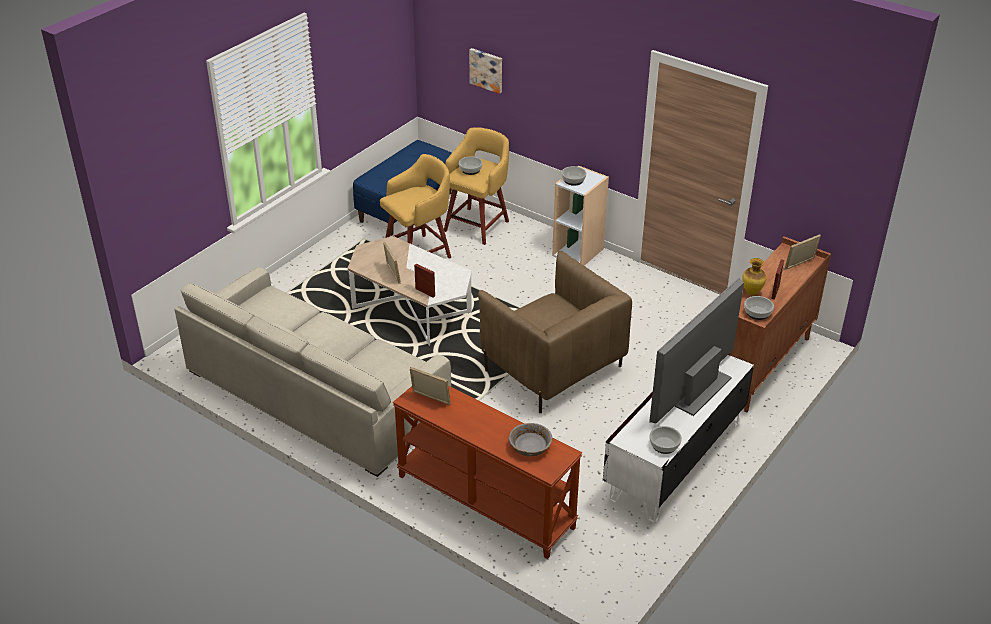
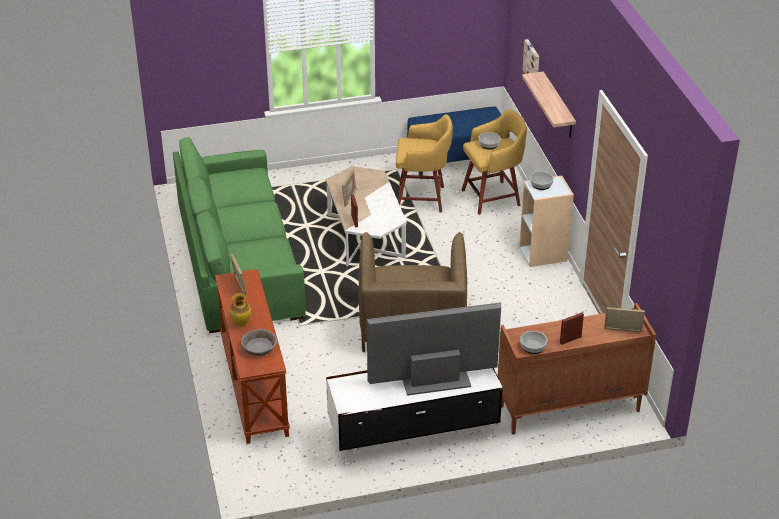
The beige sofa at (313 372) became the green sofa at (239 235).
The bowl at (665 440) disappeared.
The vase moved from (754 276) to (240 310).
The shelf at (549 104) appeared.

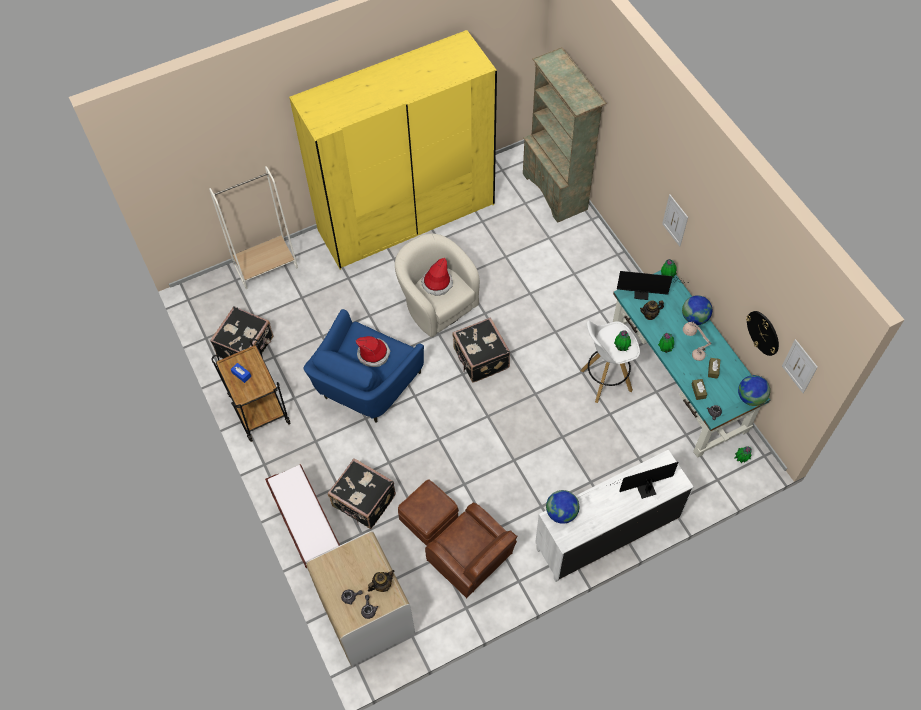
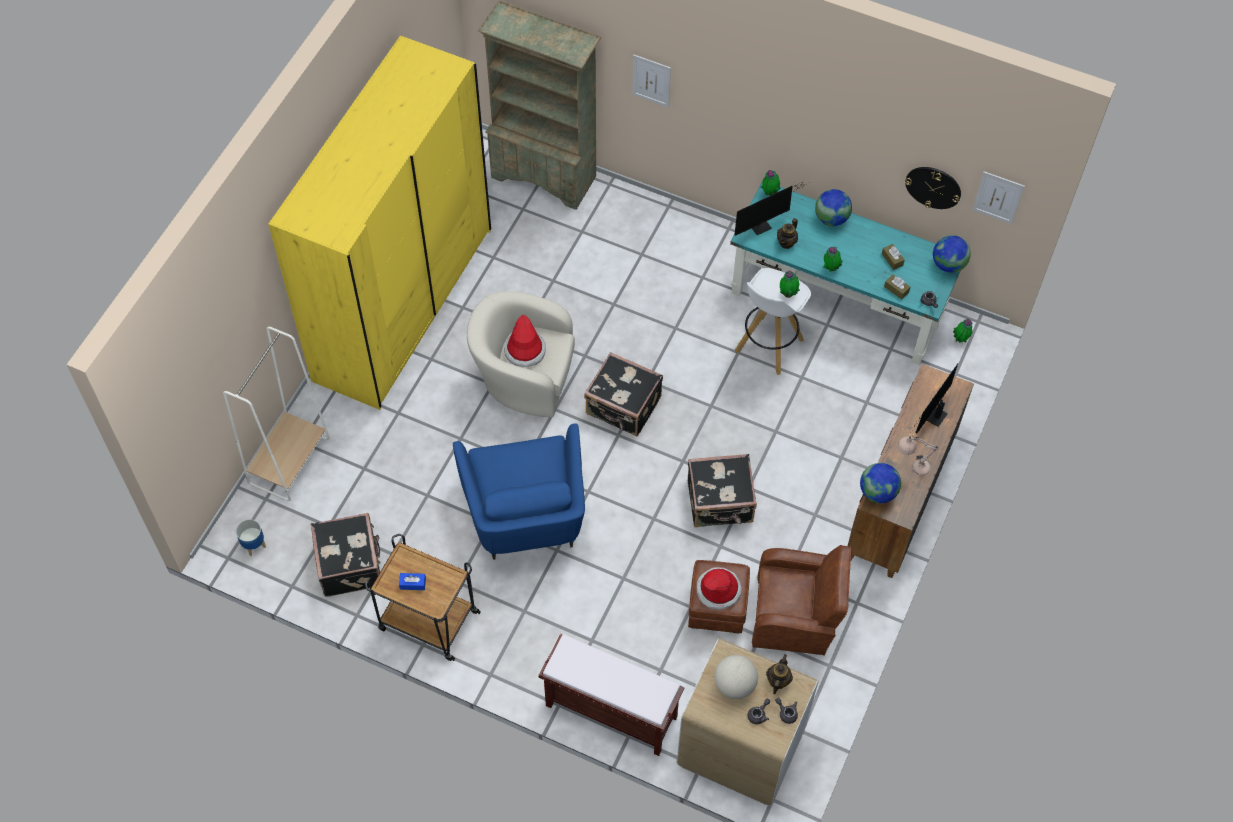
The black suitcase moved from (362 493) to (722 490).
The hat moved from (373 351) to (719 588).
The white dresser at (614 516) became the brown dresser at (911 471).
The picture moved from (675 220) to (651 81).
The beige table lamp moved from (697 341) to (918 455).
The planter at (251 537) appeared.
The globe at (736 677) appeared.

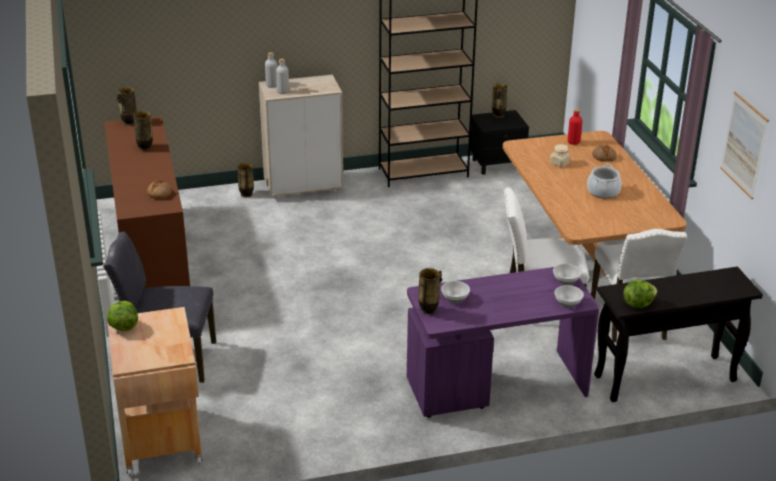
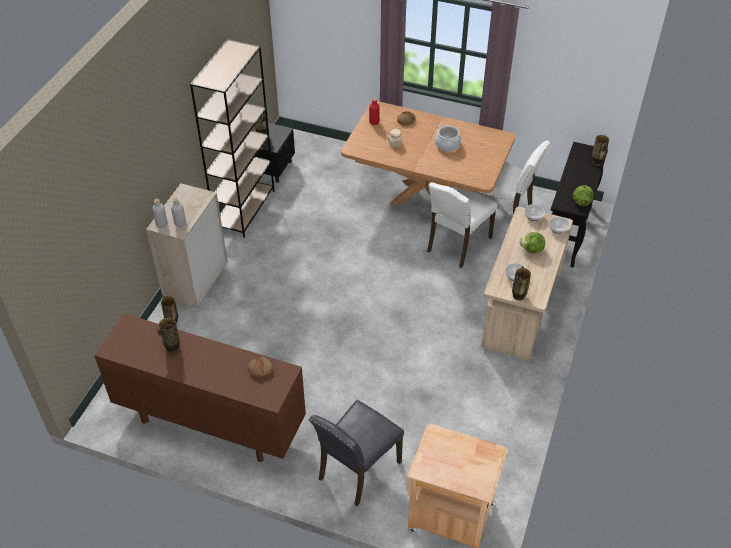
The lettuce moved from (122 316) to (532 243).
The vase moved from (127 106) to (600 150).
The purple desk at (503 342) became the beige desk at (527 283).
The picture at (744 145) disappeared.

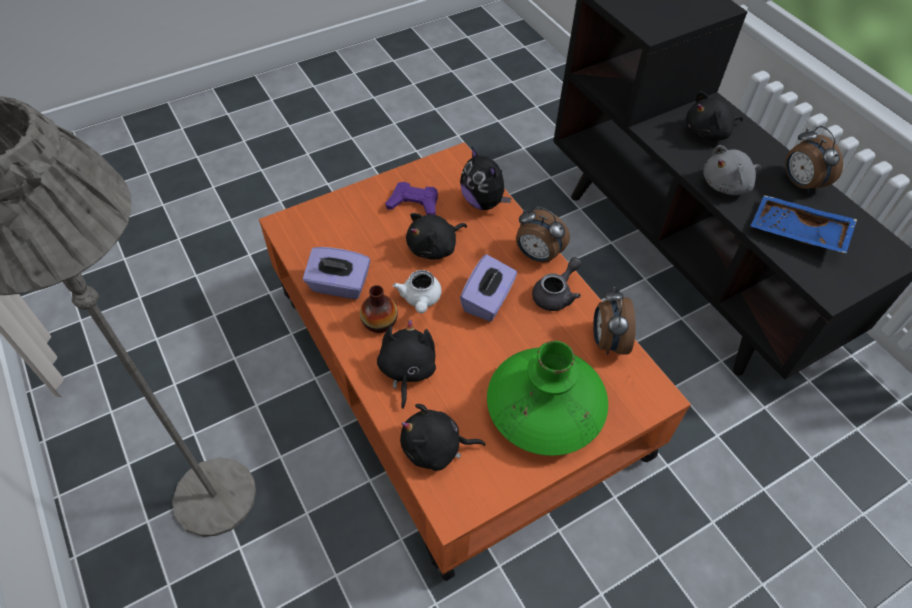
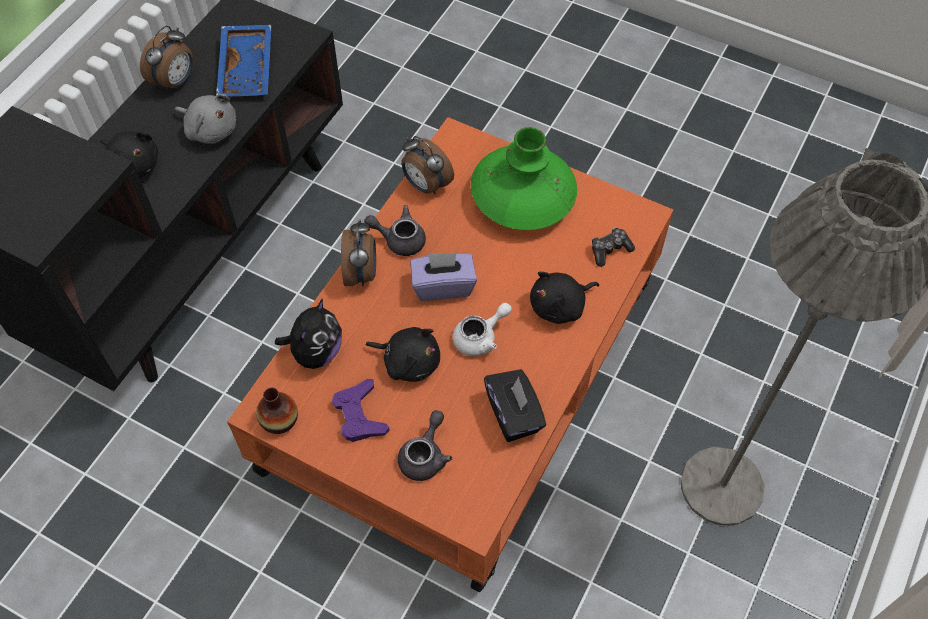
The purple tissue box at (336 273) became the black tissue box at (515 405).
The vase moved from (379 309) to (277 411).
The black plush toy at (443 437) was replaced by the game controller at (613 247).
The alarm clock at (614 321) turned 75 degrees clockwise.
The grey teapot at (425 445) appeared.

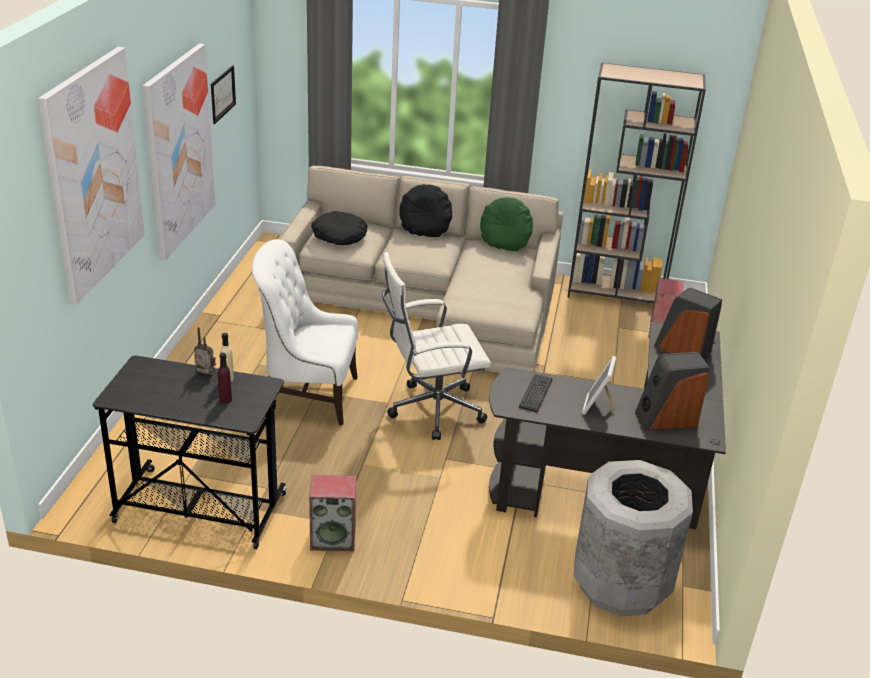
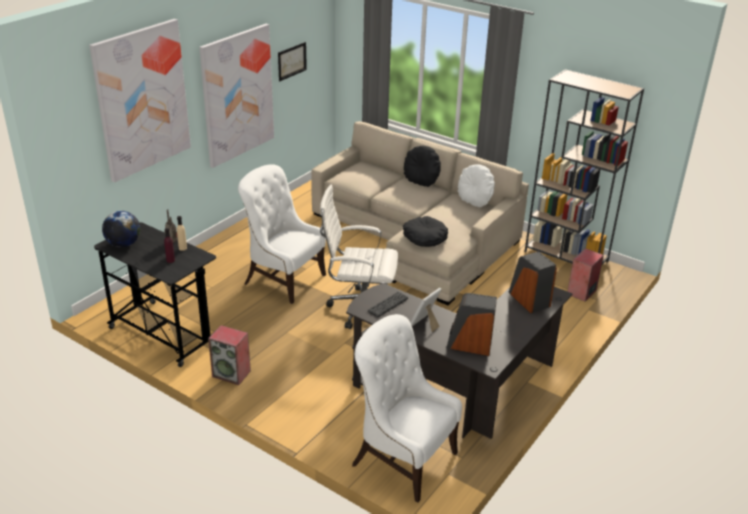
The black pillow moved from (339 228) to (425 231).
The green pillow at (506 224) became the white pillow at (476 185).
The grey trash can at (633 538) was replaced by the white chair at (407 408).
The globe at (121 229) appeared.

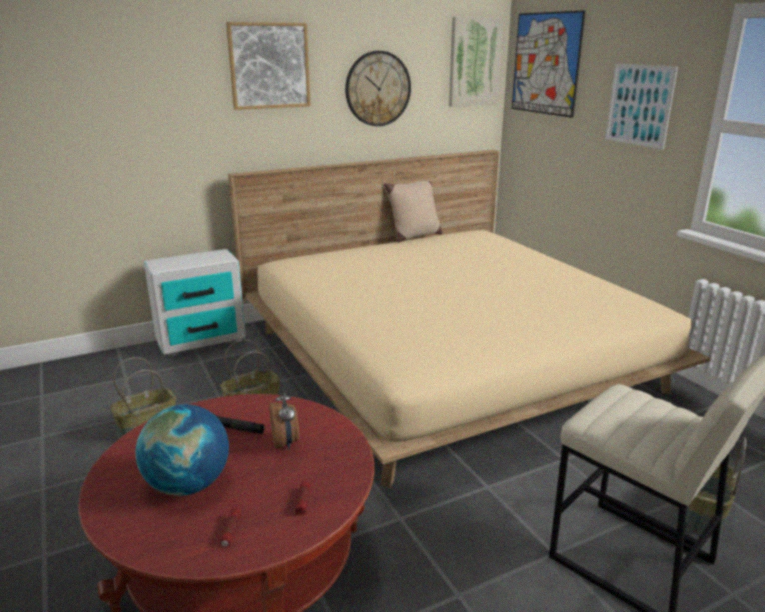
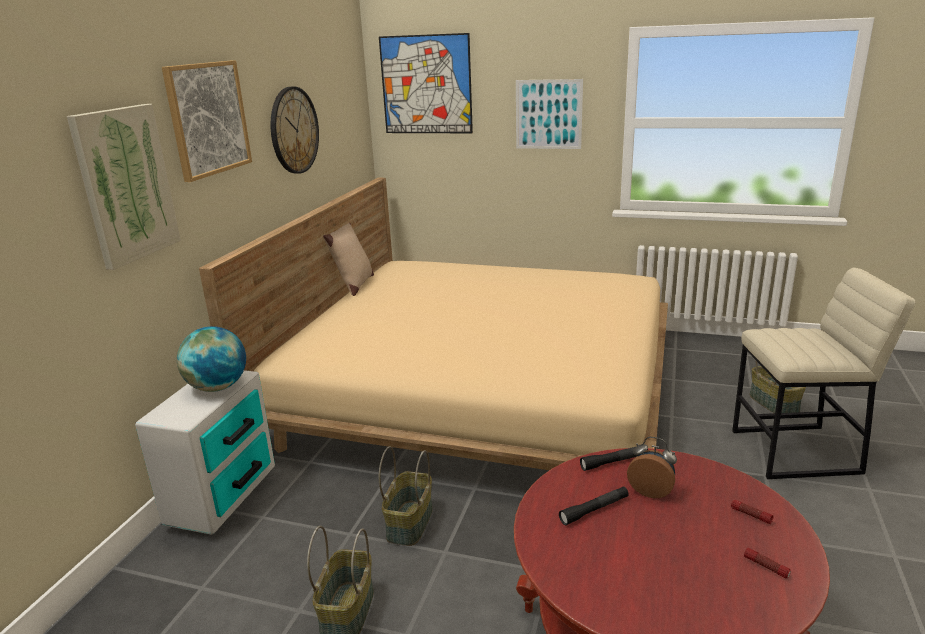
The globe moved from (182 450) to (211 359).
The picture moved from (476 62) to (124 187).
The black flashlight at (614 459) appeared.

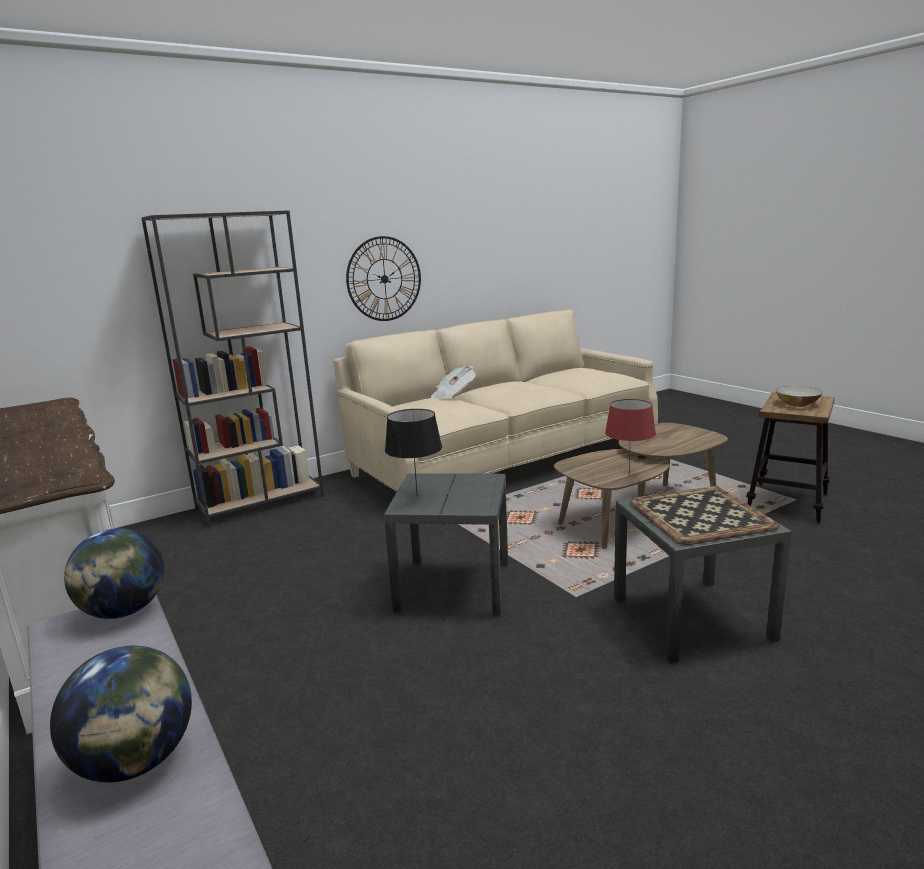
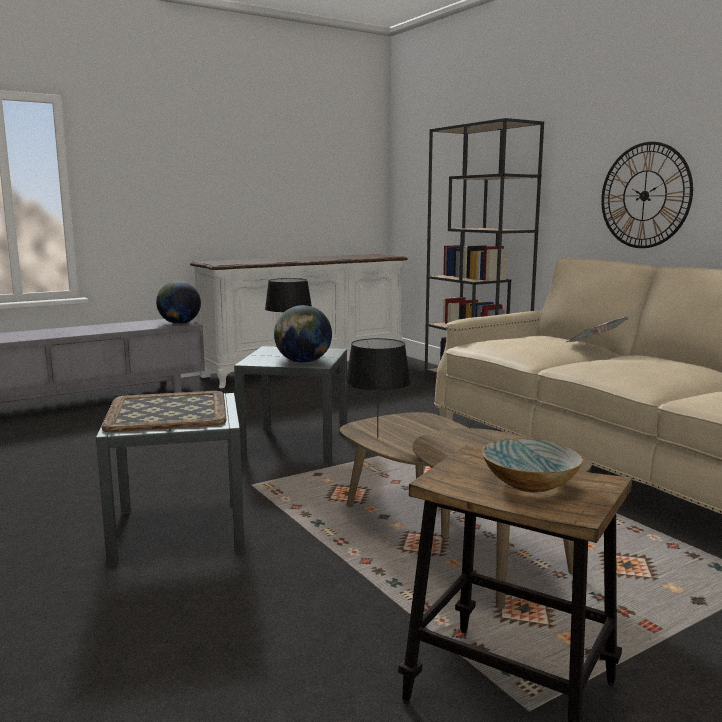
The globe moved from (121 714) to (303 334).
The red table lamp at (630 436) became the black table lamp at (378 388).

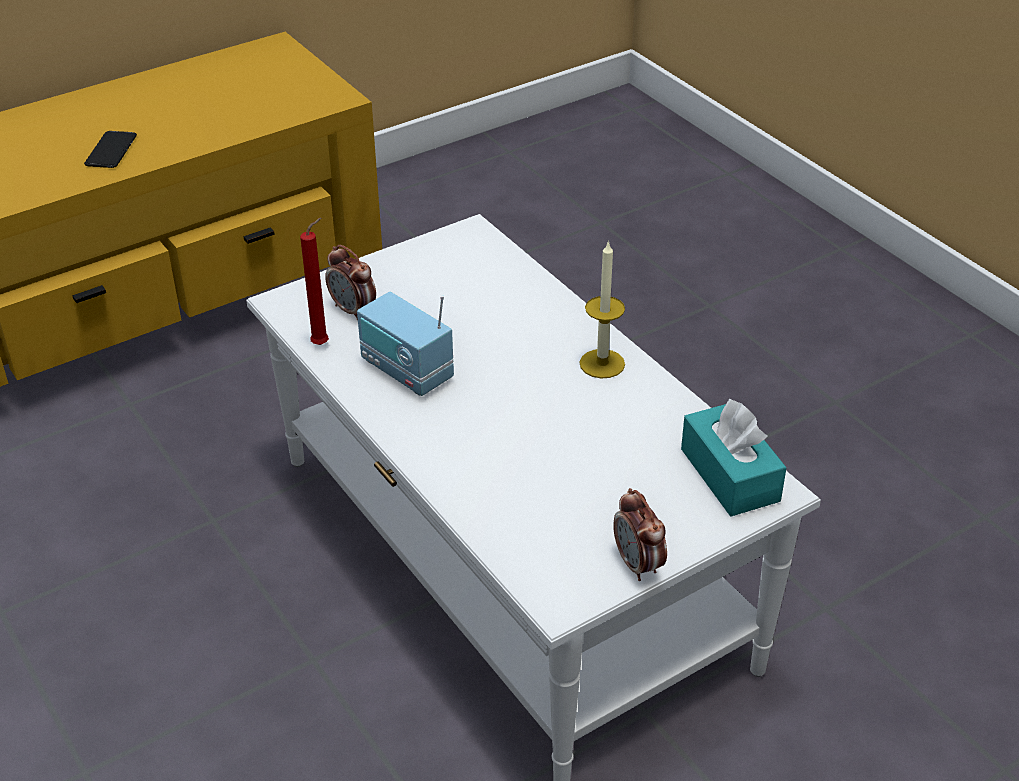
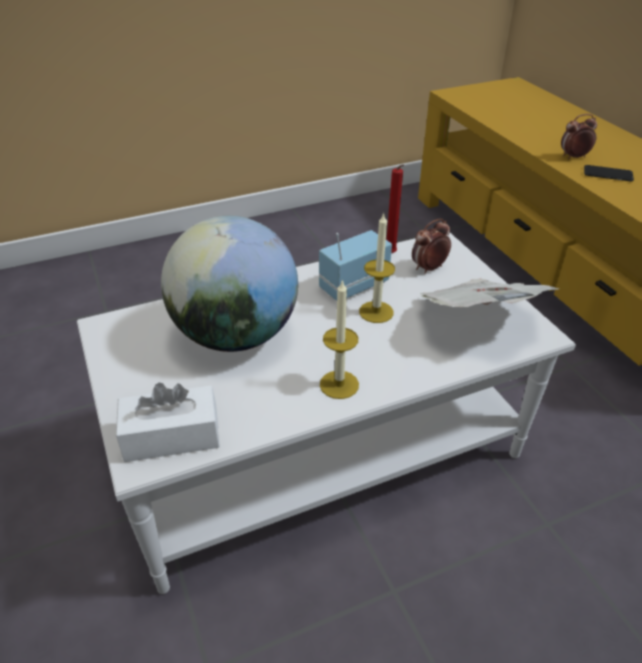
The alarm clock moved from (640 534) to (579 136).
The turquoise tissue box at (734 457) became the white tissue box at (168 422).
The globe at (229 284) appeared.
The candle at (377 268) appeared.
The newspaper at (489 293) appeared.

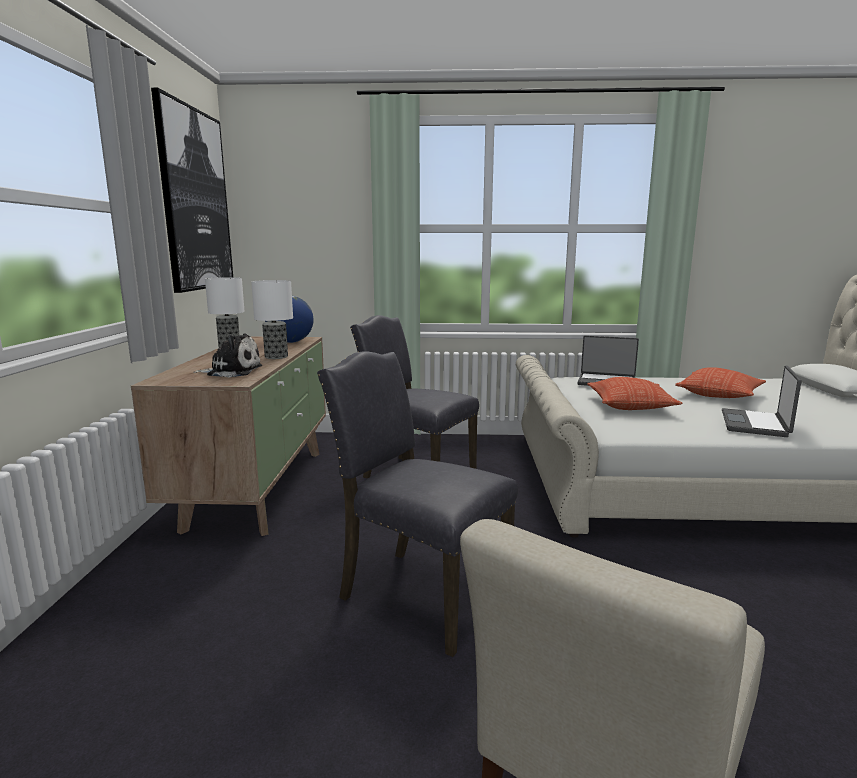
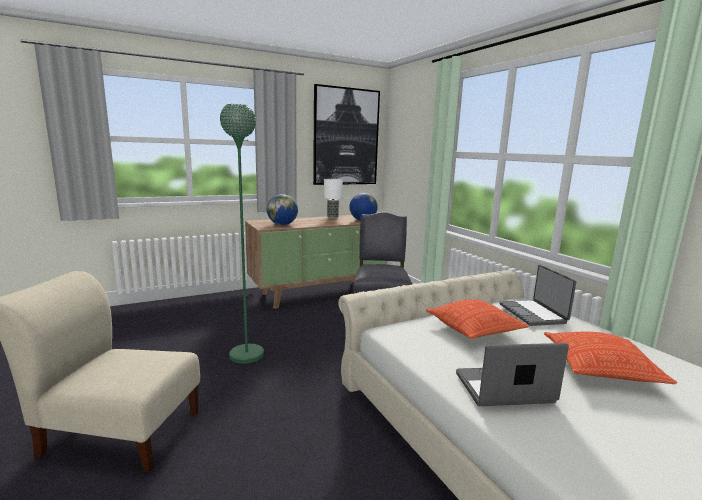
The plush toy at (228 356) was replaced by the globe at (282 209).
The table lamp at (272 319) disappeared.
The grey chair at (417 504) was replaced by the green floor lamp at (242 234).

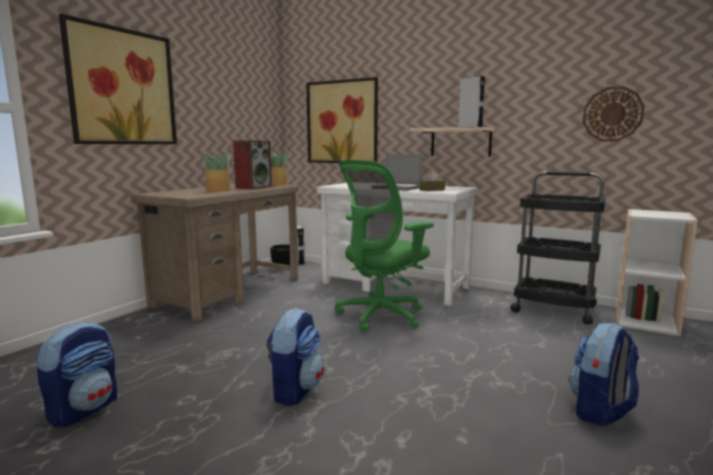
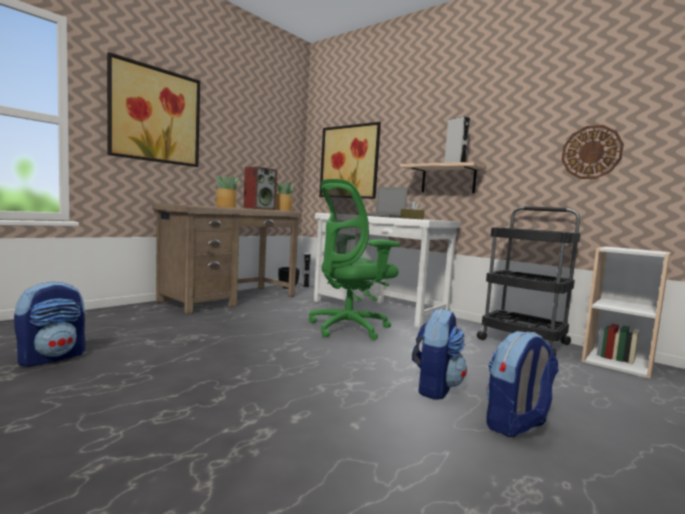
The backpack moved from (295 357) to (439 354).

